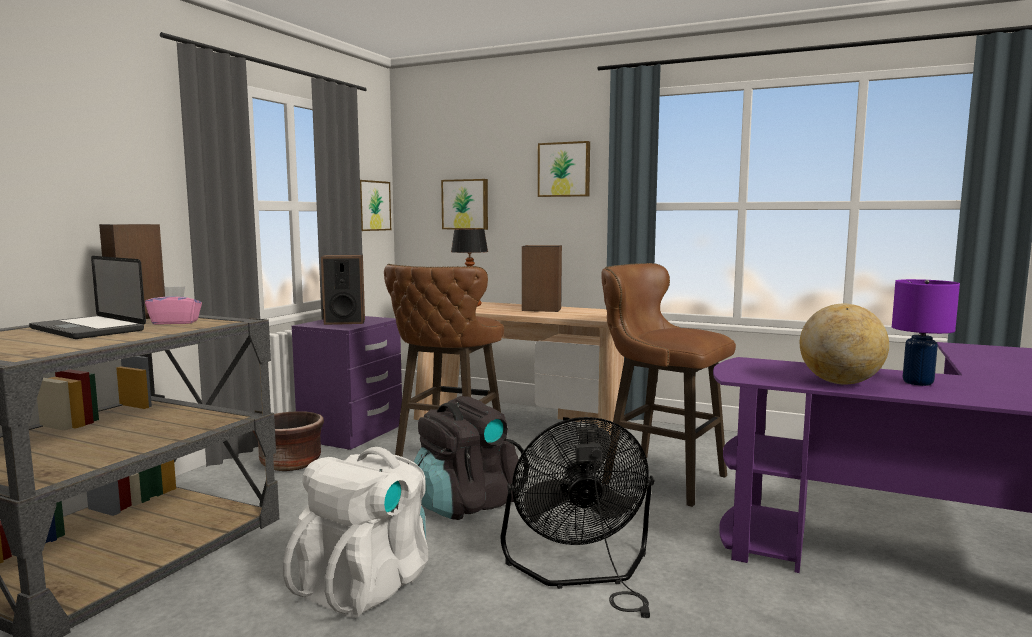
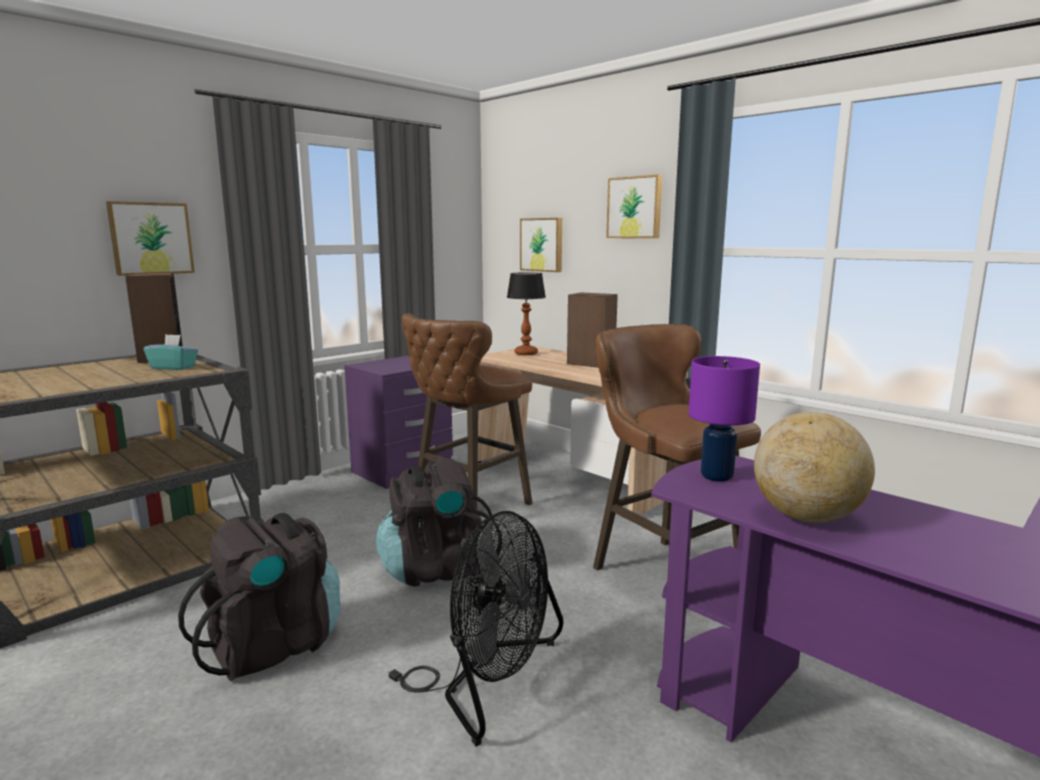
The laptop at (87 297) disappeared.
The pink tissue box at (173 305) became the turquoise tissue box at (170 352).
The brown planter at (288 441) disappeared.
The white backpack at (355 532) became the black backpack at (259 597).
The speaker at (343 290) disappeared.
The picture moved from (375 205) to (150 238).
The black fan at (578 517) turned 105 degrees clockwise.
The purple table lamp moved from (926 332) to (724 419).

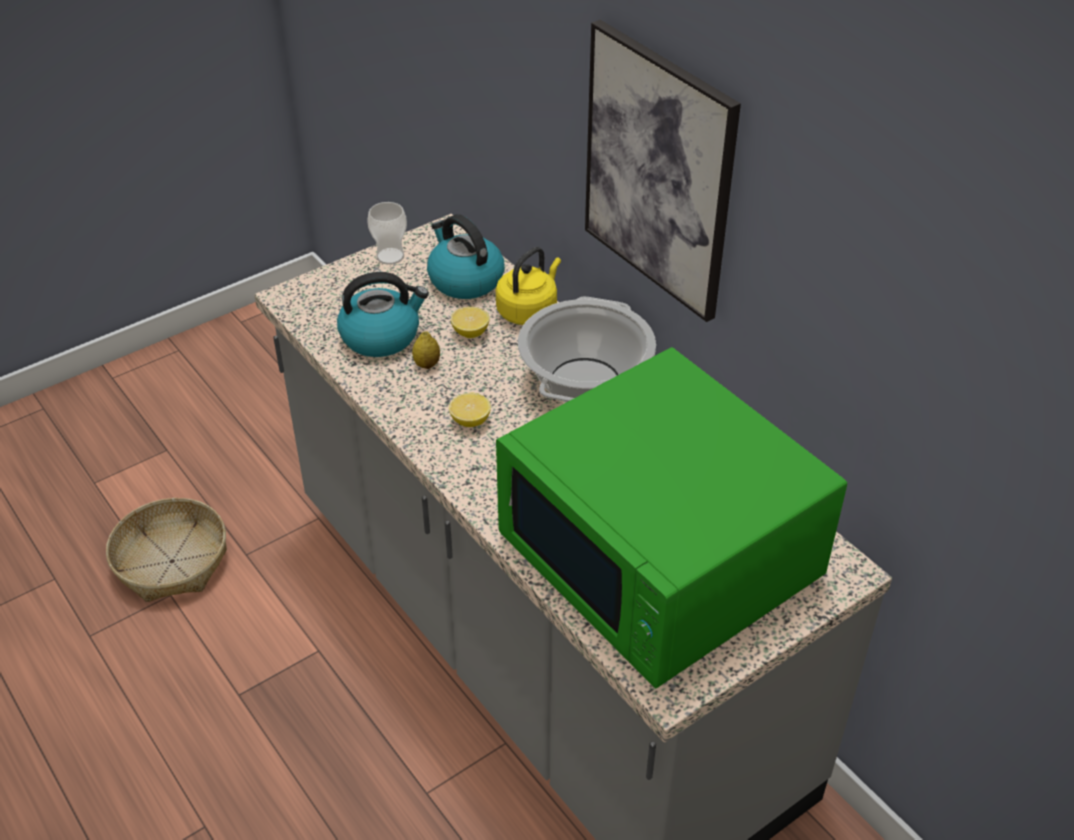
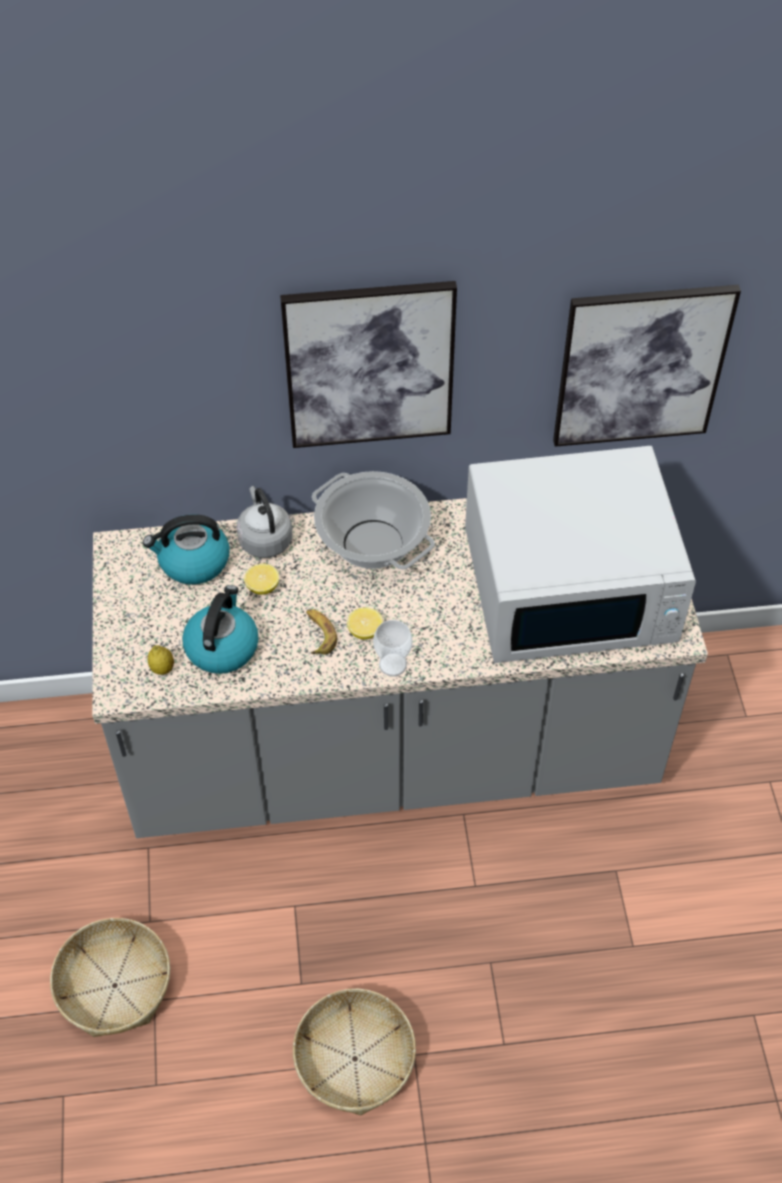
The cup moved from (387 233) to (393 648).
The lemon moved from (426 350) to (161 660).
The yellow kettle at (528 286) became the grey kettle at (264 522).
The green microwave at (671 518) became the white microwave at (580 554).
The basket at (354 1052) appeared.
The banana at (321 632) appeared.
The picture at (647 366) appeared.

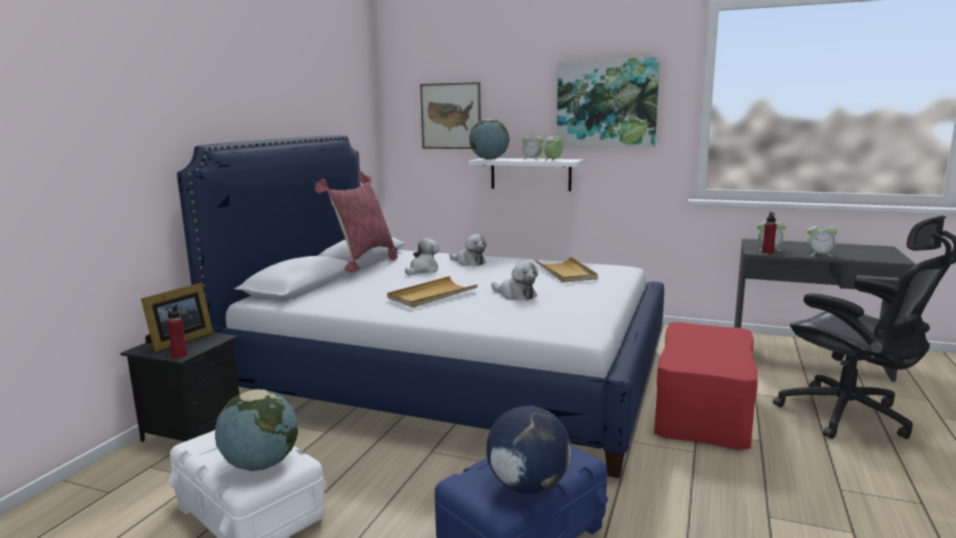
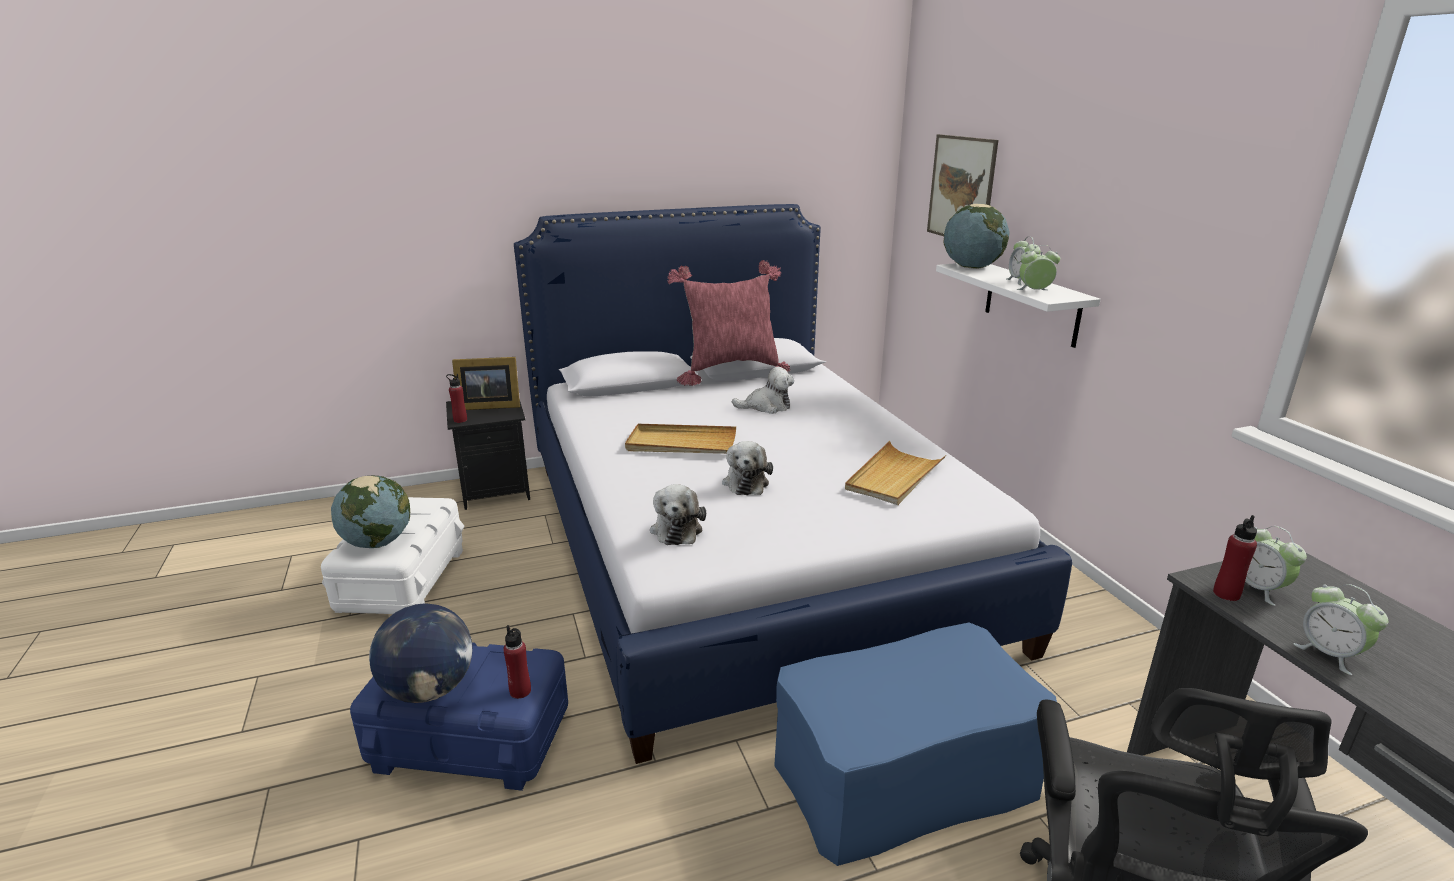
The plush toy moved from (468 250) to (678 514).
The picture at (608 102) disappeared.
The red ottoman at (706 386) became the blue ottoman at (915 744).
The red bottle at (517 662) appeared.

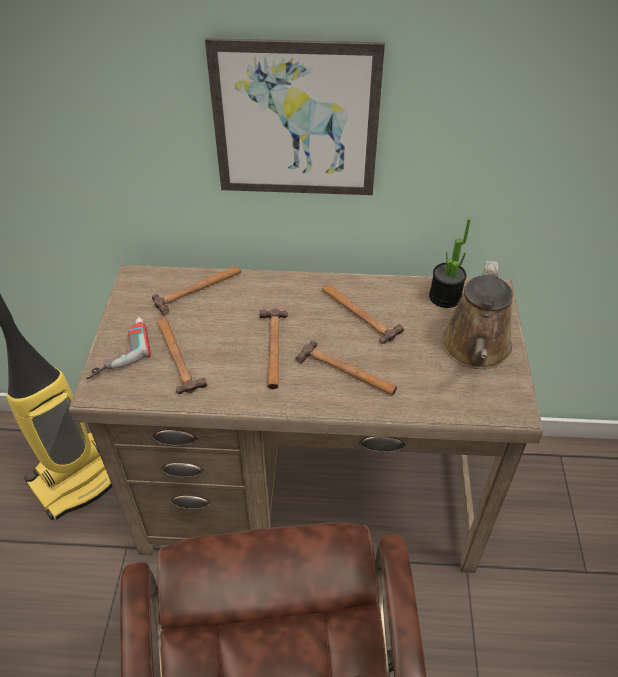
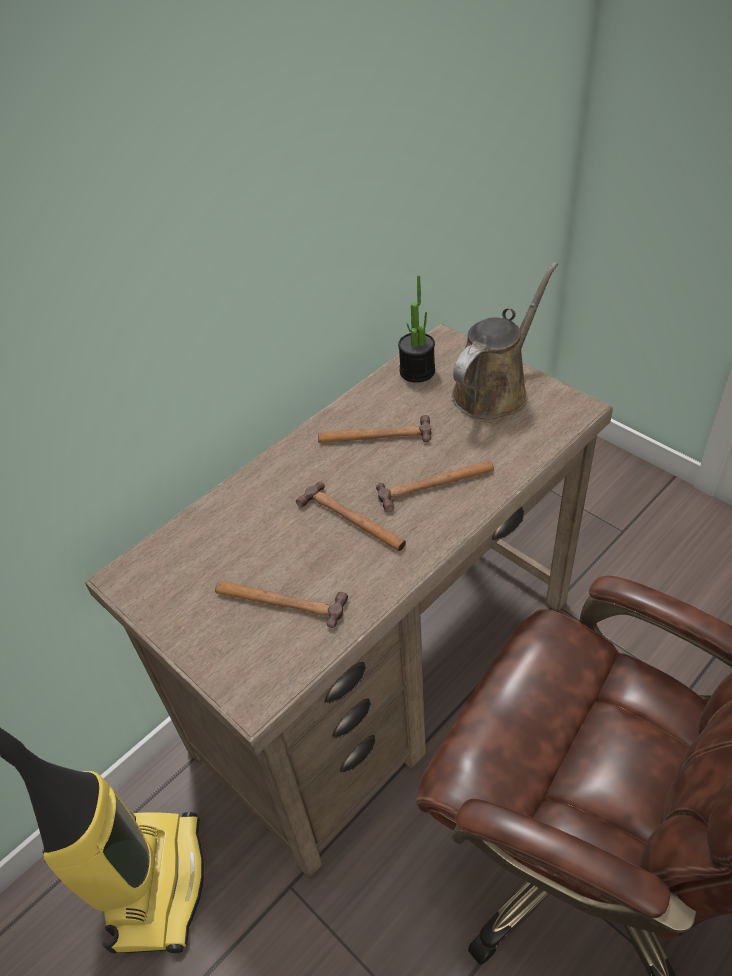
The power drill at (118 348) disappeared.
The hammer at (196 290) disappeared.
The picture at (295 116) disappeared.
The brown watering can at (477 314) turned 105 degrees counterclockwise.

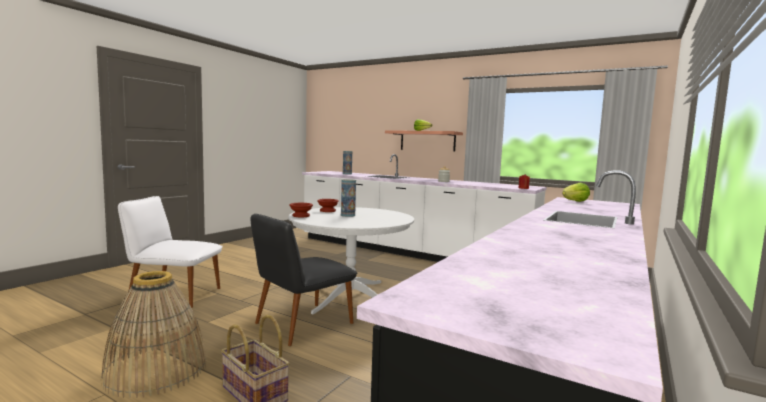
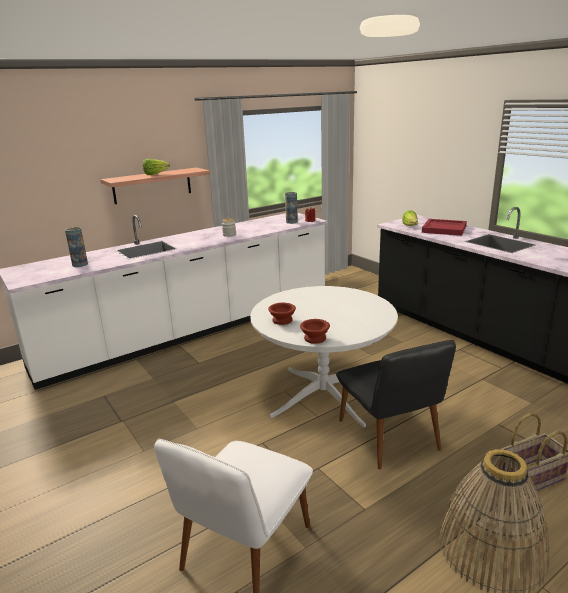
The vase moved from (348 198) to (291 208).
The red tray at (444 227) appeared.

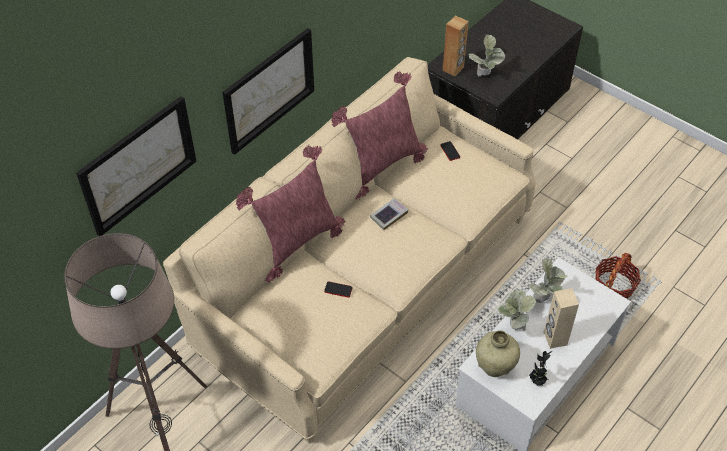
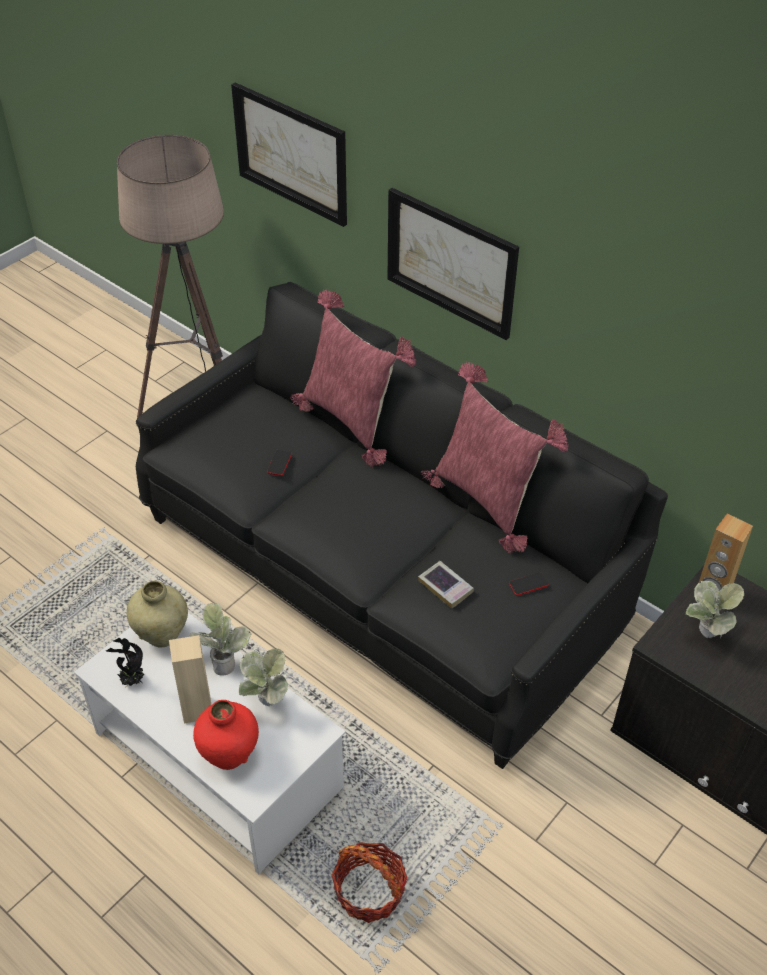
The beige sofa at (349 250) became the black sofa at (402 525).
The book moved from (389 214) to (446 585).
The red vase at (226 735) appeared.

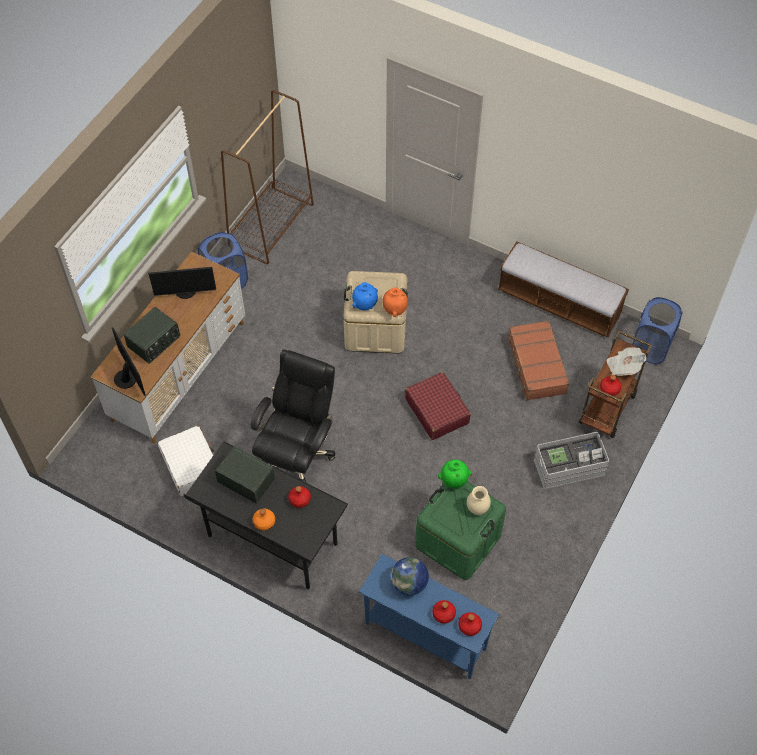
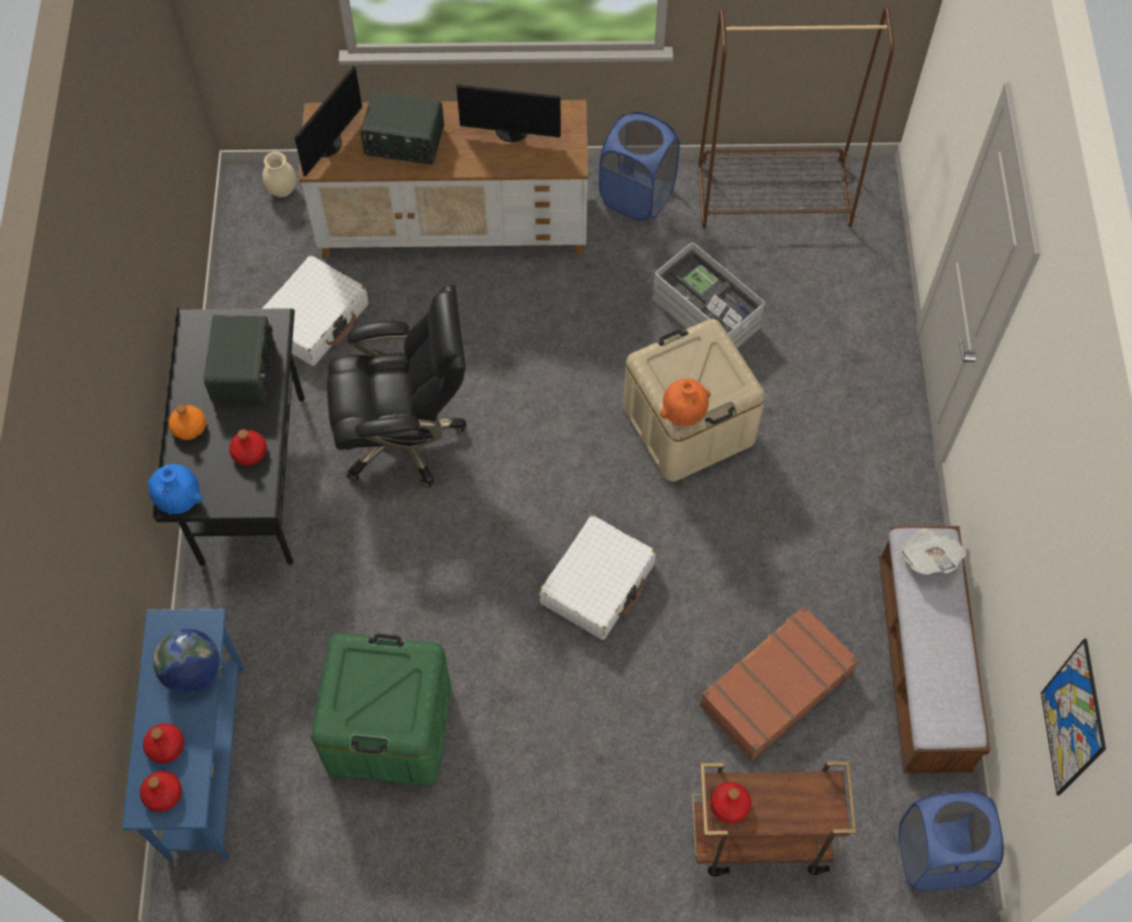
The monitor at (182 283) turned 45 degrees counterclockwise.
The blue vase moved from (365 296) to (175 489).
The red suitcase at (438 406) became the white suitcase at (597 577).
The green vase at (455 474) disappeared.
The beige vase moved from (479 500) to (279 174).
The grey storage box moved from (571 460) to (708 295).
The newspaper moved from (626 361) to (932 551).
The picture at (1073 717) appeared.

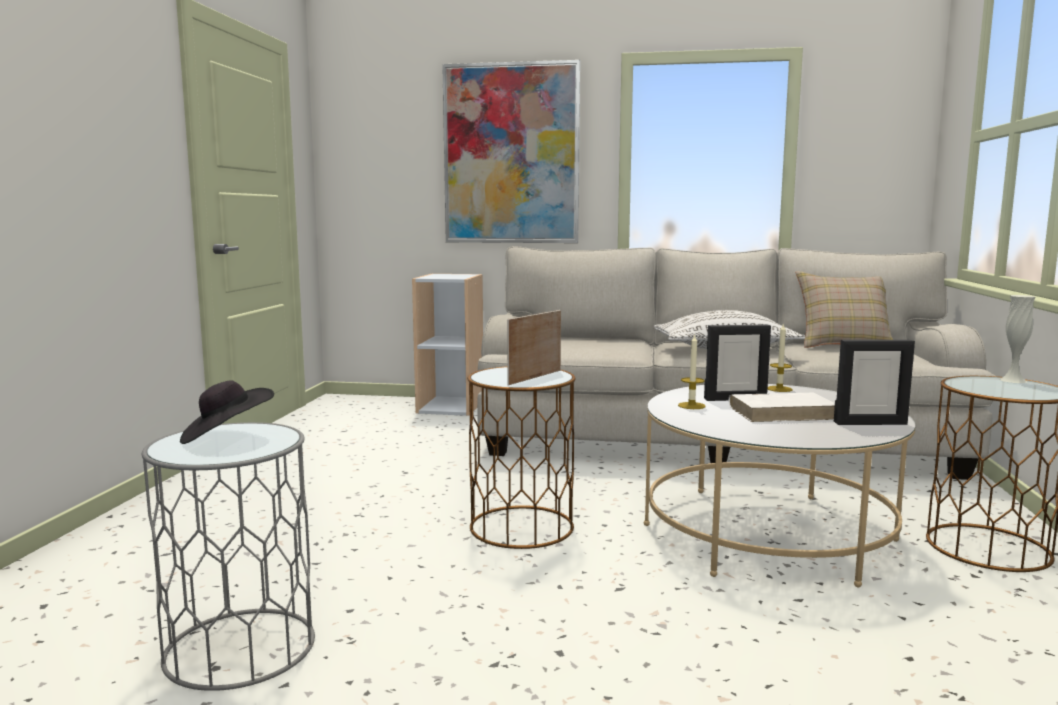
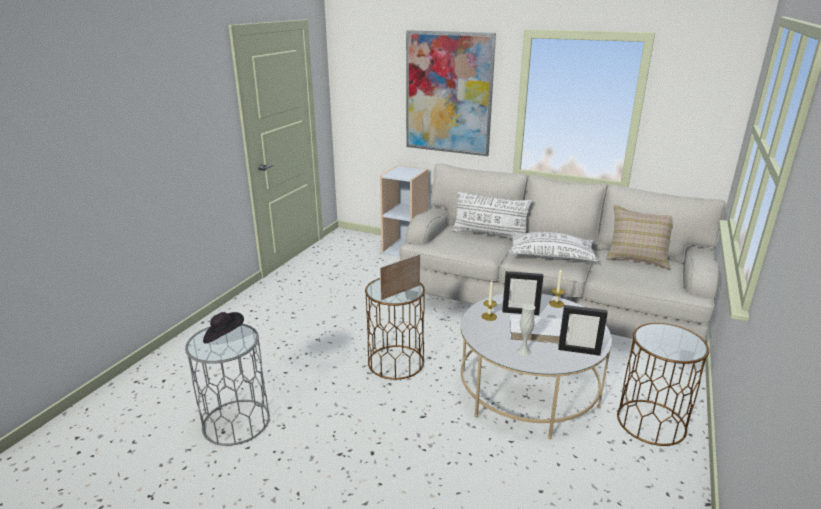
The white vase moved from (1017 339) to (526 329).
The white pillow at (492 215) appeared.

